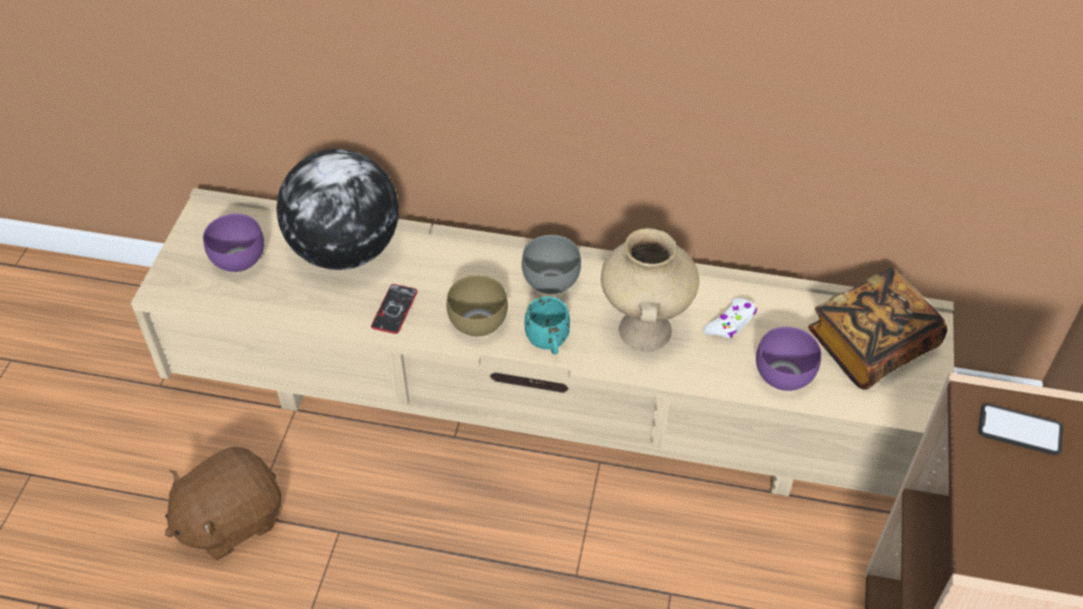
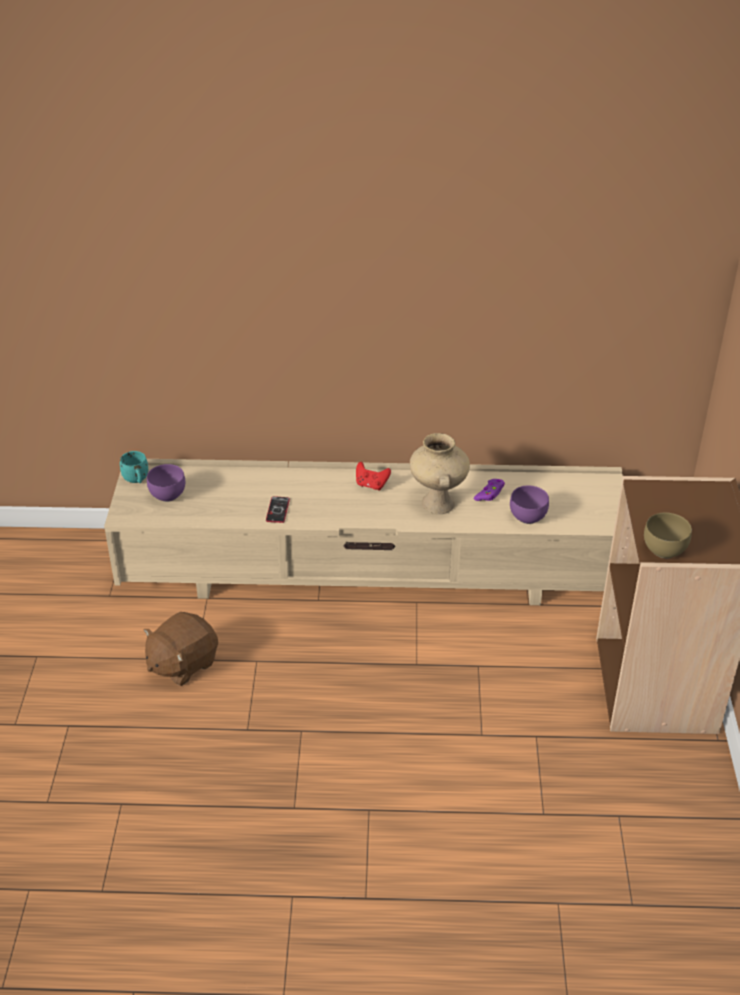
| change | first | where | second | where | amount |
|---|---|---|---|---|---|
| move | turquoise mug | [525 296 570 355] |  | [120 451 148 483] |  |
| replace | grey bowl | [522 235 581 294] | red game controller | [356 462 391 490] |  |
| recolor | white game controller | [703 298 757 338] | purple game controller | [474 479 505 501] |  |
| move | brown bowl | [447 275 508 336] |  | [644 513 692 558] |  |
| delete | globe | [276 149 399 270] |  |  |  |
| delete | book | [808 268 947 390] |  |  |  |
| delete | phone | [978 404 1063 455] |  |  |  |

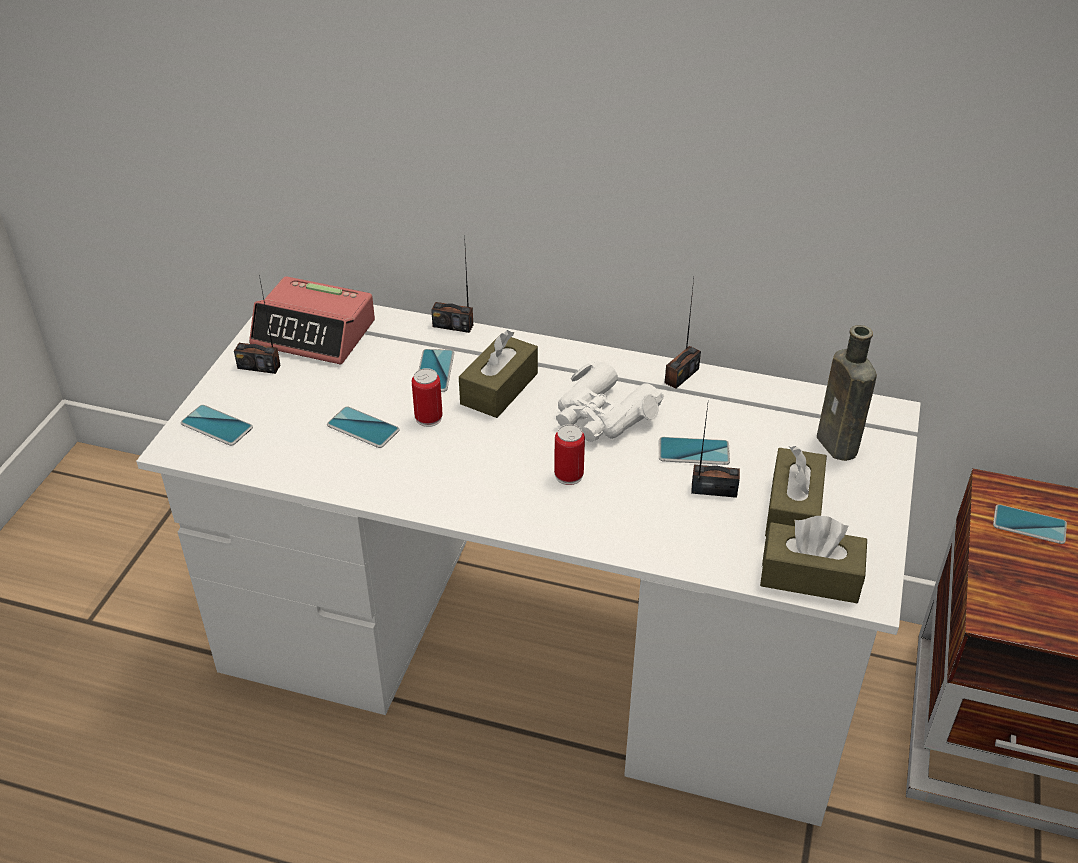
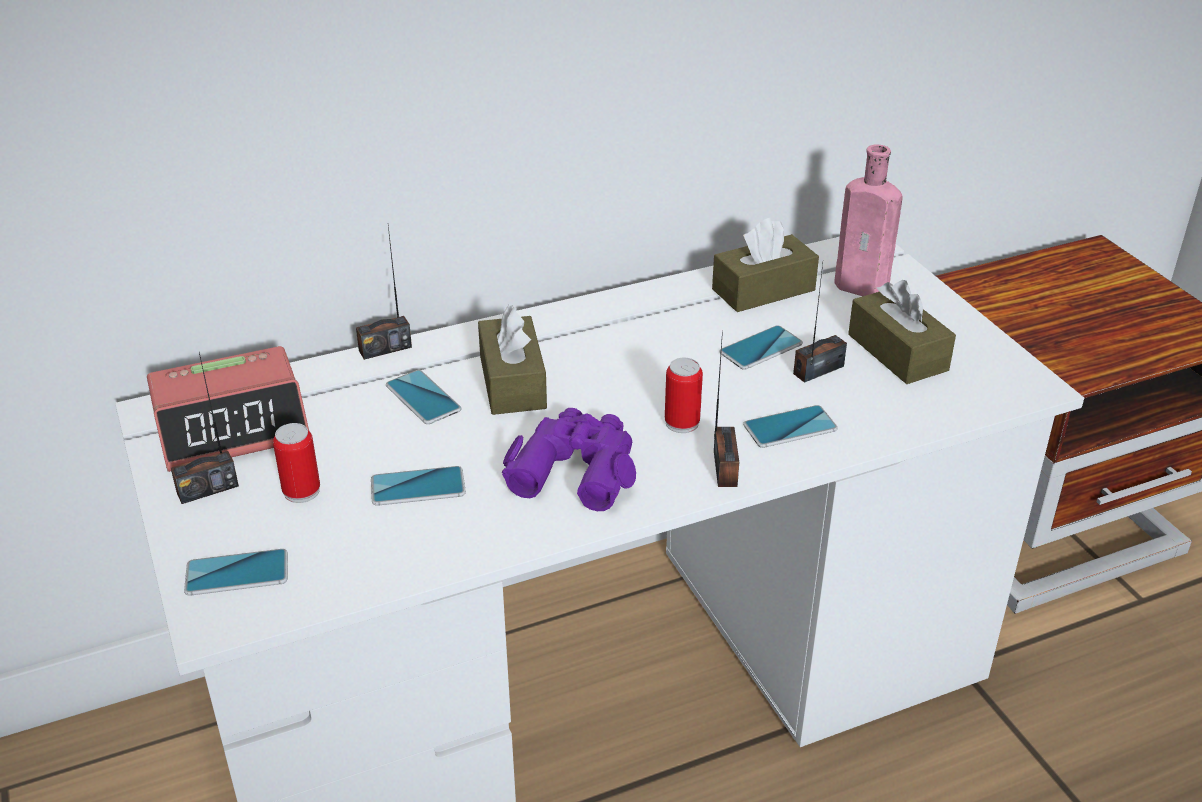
| change | first | where | second | where | amount |
|---|---|---|---|---|---|
| move | can | [412 368 443 427] |  | [273 423 320 503] |  |
| insert |  |  | purple binoculars | [502 408 636 511] |  |
| move | brown tissue box | [760 516 867 603] |  | [712 218 819 312] |  |
| move | radio | [665 279 701 389] |  | [714 331 739 487] |  |
| move | phone | [993 504 1067 544] |  | [743 405 838 448] |  |
| recolor | brown bottle | [817 325 877 466] | pink bottle | [834 144 903 296] |  |
| delete | white binoculars | [556 361 664 442] |  |  |  |

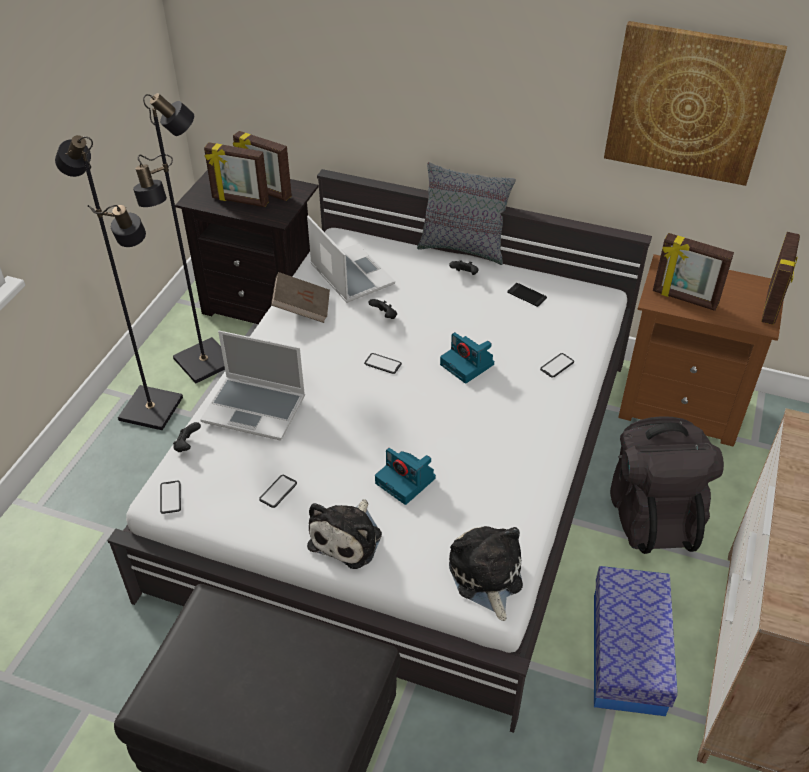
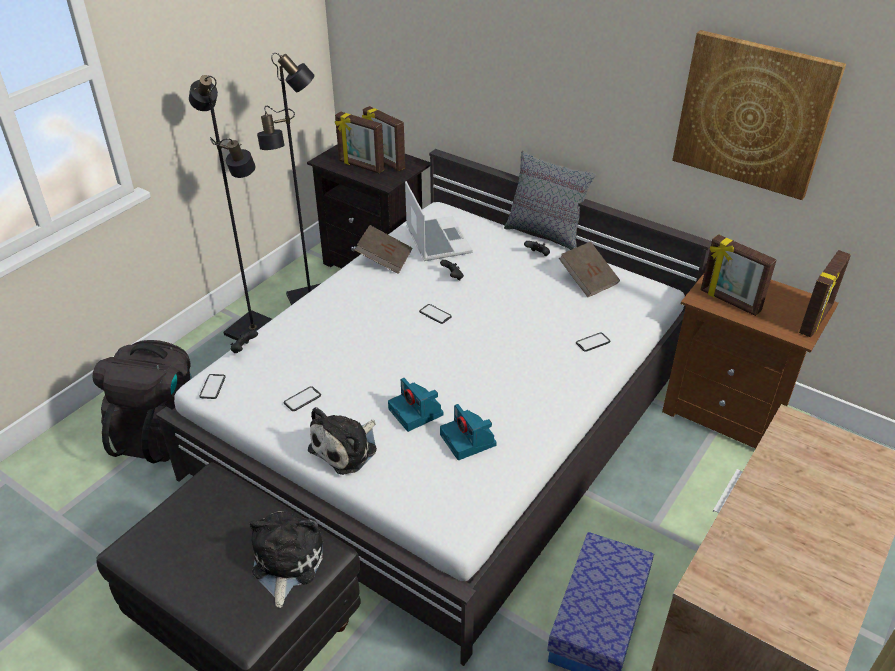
| change | first | where | second | where | amount |
|---|---|---|---|---|---|
| move | black backpack | [610 416 724 554] |  | [93 340 192 463] |  |
| move | plush toy | [449 526 523 621] |  | [249 511 323 608] |  |
| move | photo camera | [440 332 494 384] |  | [440 404 497 460] |  |
| replace | phone | [507 283 547 307] | brown book | [559 242 620 297] |  |
| delete | laptop | [200 331 305 441] |  |  |  |

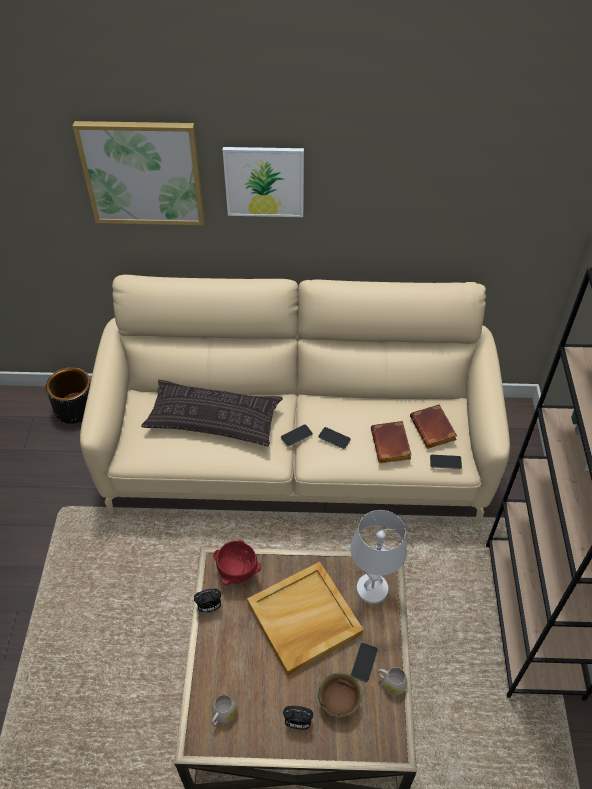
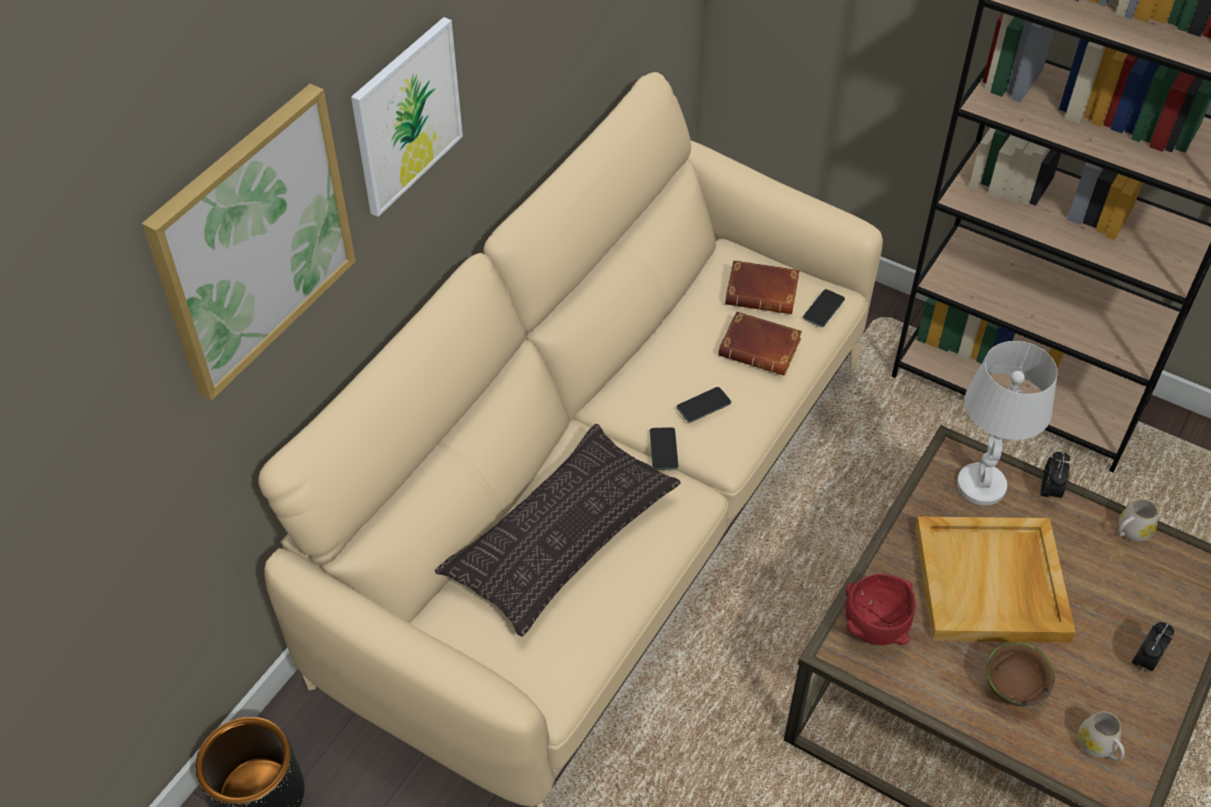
| change | first | where | second | where | amount |
|---|---|---|---|---|---|
| move | brown bowl | [318 673 362 717] |  | [986 642 1055 706] |  |
| move | alarm clock | [194 588 221 612] |  | [1041 452 1070 502] |  |
| delete | phone | [351 643 378 682] |  |  |  |

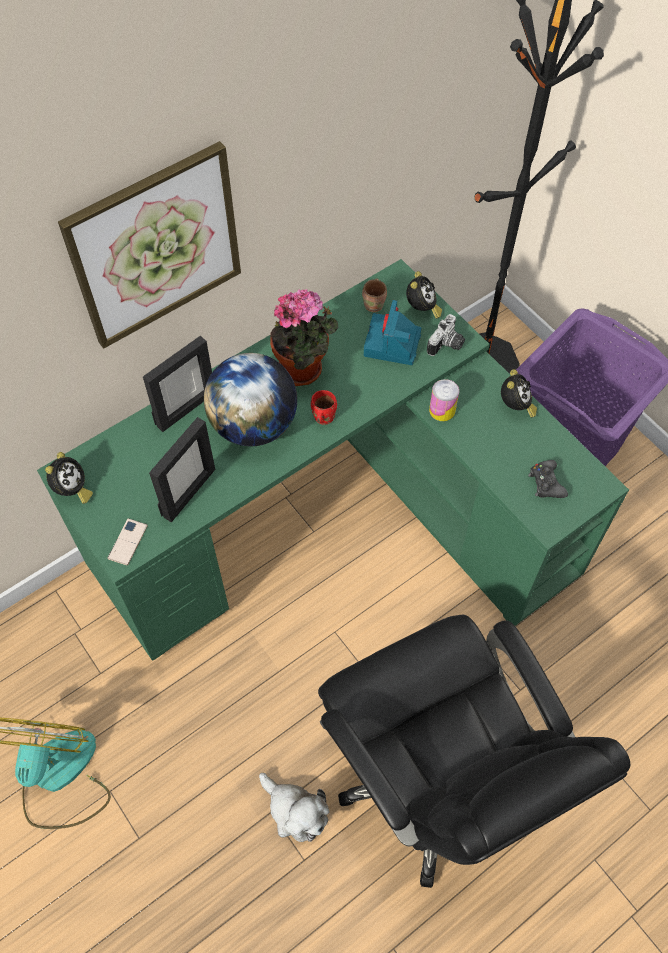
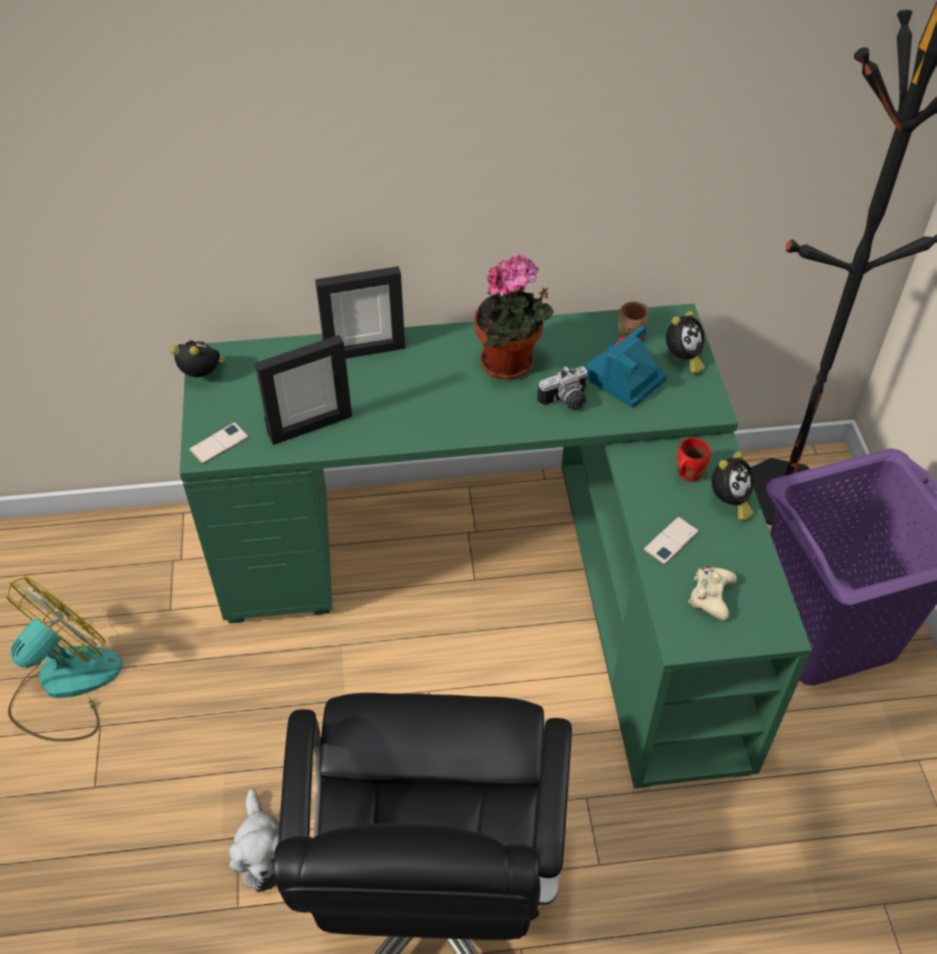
| change | first | where | second | where | amount |
|---|---|---|---|---|---|
| rotate | alarm clock | [45 452 93 504] |  | [170 340 225 377] | 120 degrees counterclockwise |
| move | photo camera | [427 314 465 356] |  | [537 366 588 411] |  |
| insert |  |  | phone | [643 517 699 565] |  |
| move | red mug | [311 390 337 425] |  | [677 437 710 482] |  |
| recolor | black game controller | [528 460 568 498] | beige game controller | [688 566 737 620] |  |
| delete | picture | [58 141 241 348] |  |  |  |
| delete | globe | [204 353 297 446] |  |  |  |
| delete | can | [429 379 459 421] |  |  |  |

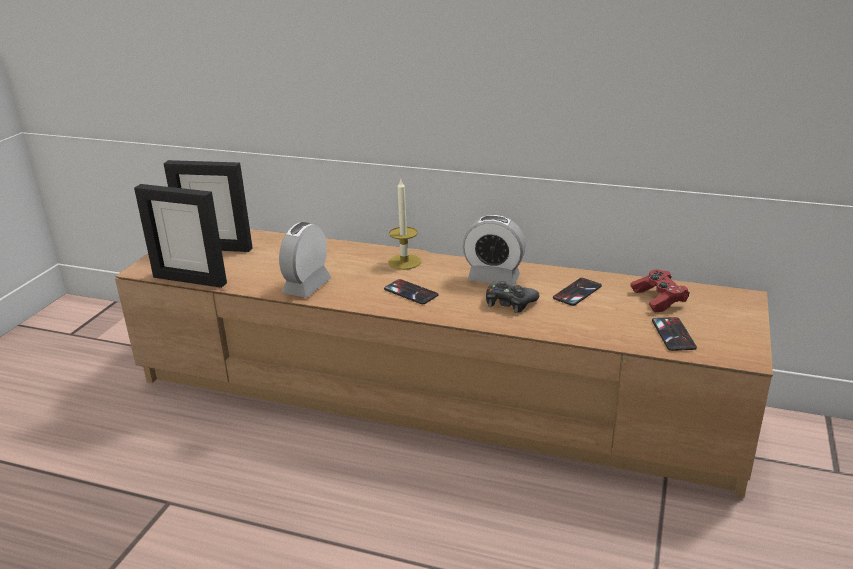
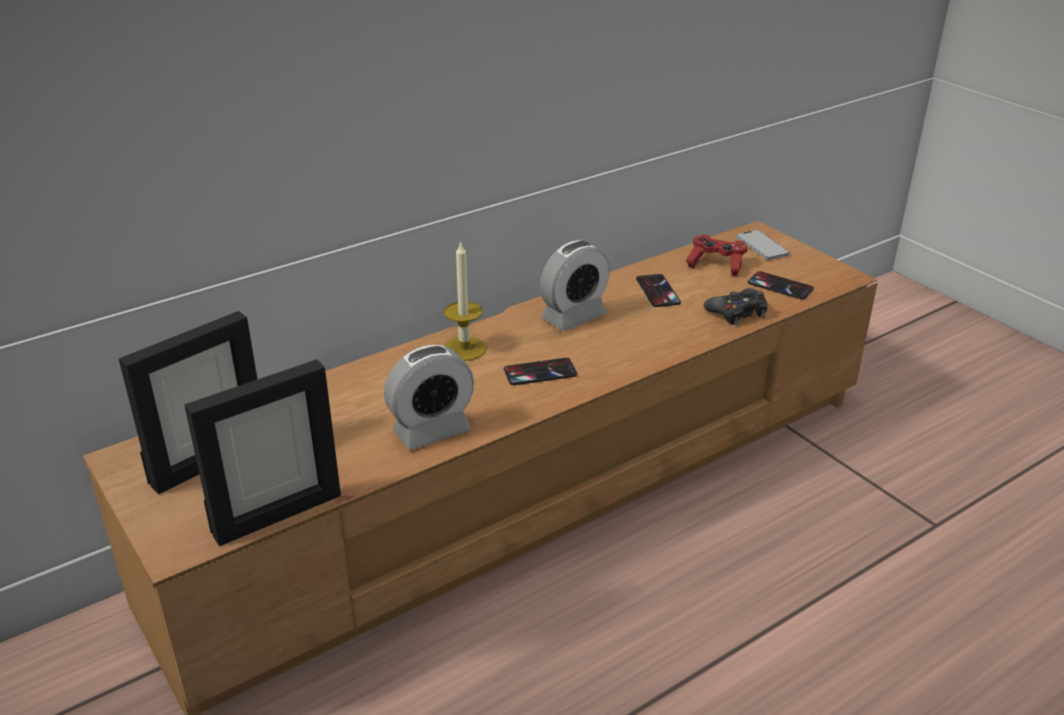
| change | first | where | second | where | amount |
|---|---|---|---|---|---|
| rotate | alarm clock | [279 222 331 298] |  | [384 345 474 450] | 90 degrees counterclockwise |
| move | black game controller | [486 281 540 313] |  | [704 288 768 325] |  |
| insert |  |  | phone | [736 230 790 260] |  |

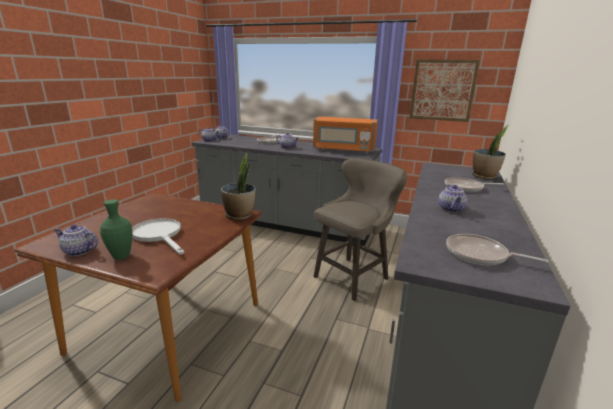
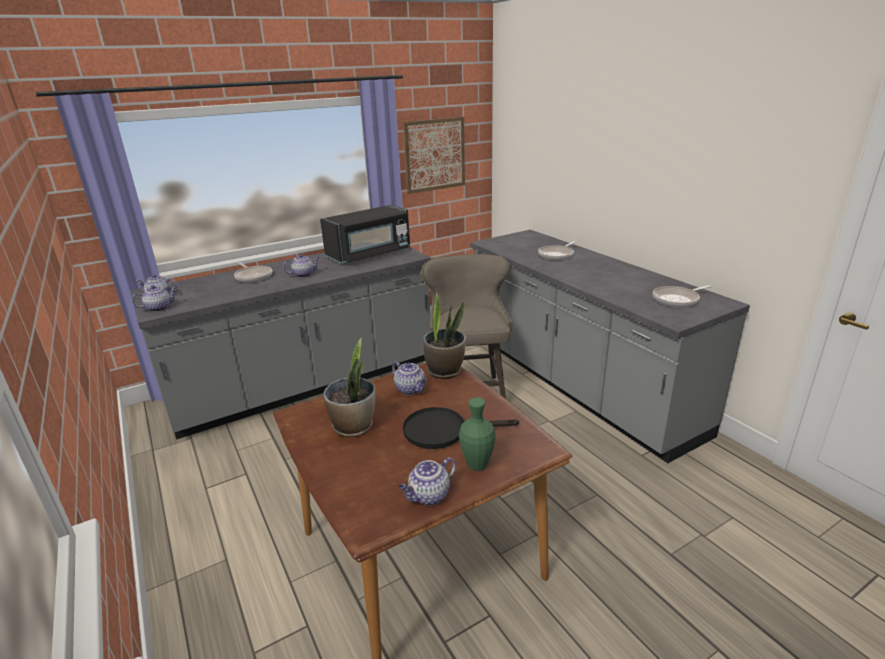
| change | first | where | second | where | amount |
|---|---|---|---|---|---|
| recolor | orange microwave | [313 117 378 153] | black microwave | [320 205 410 263] |  |
| move | potted plant | [472 125 509 179] |  | [323 338 375 437] |  |
| move | teapot | [439 185 467 212] |  | [392 361 427 395] |  |
| recolor | white frying pan | [132 218 184 255] | black frying pan | [403 407 519 449] |  |

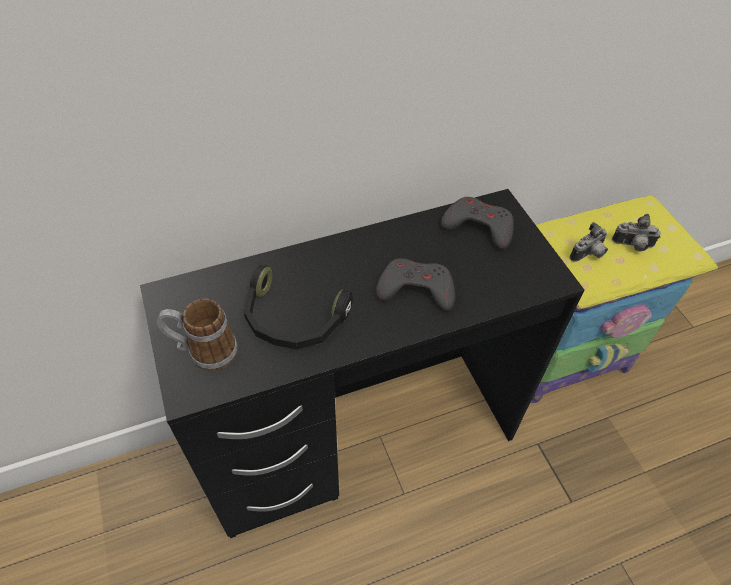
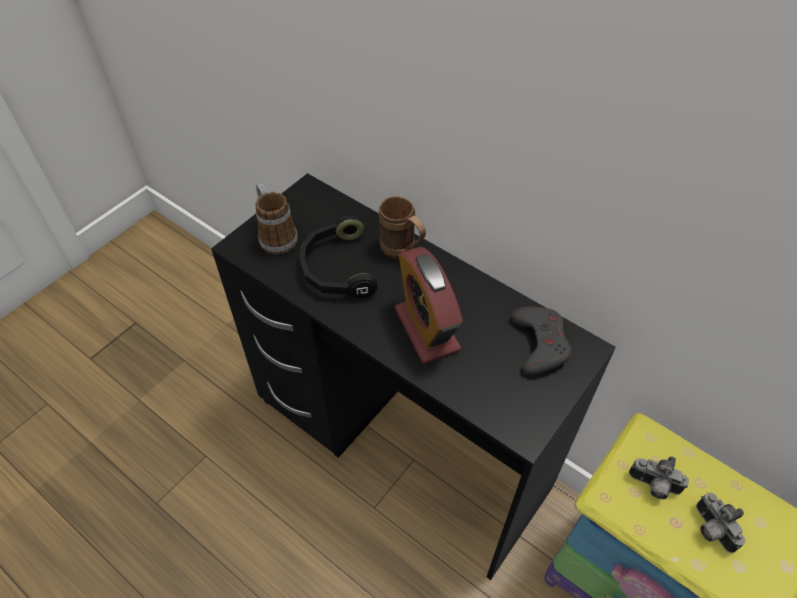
| change | first | where | second | where | amount |
|---|---|---|---|---|---|
| insert |  |  | brown mug | [379 196 426 259] |  |
| replace | grey game controller | [376 258 455 311] | alarm clock | [395 247 463 364] |  |

